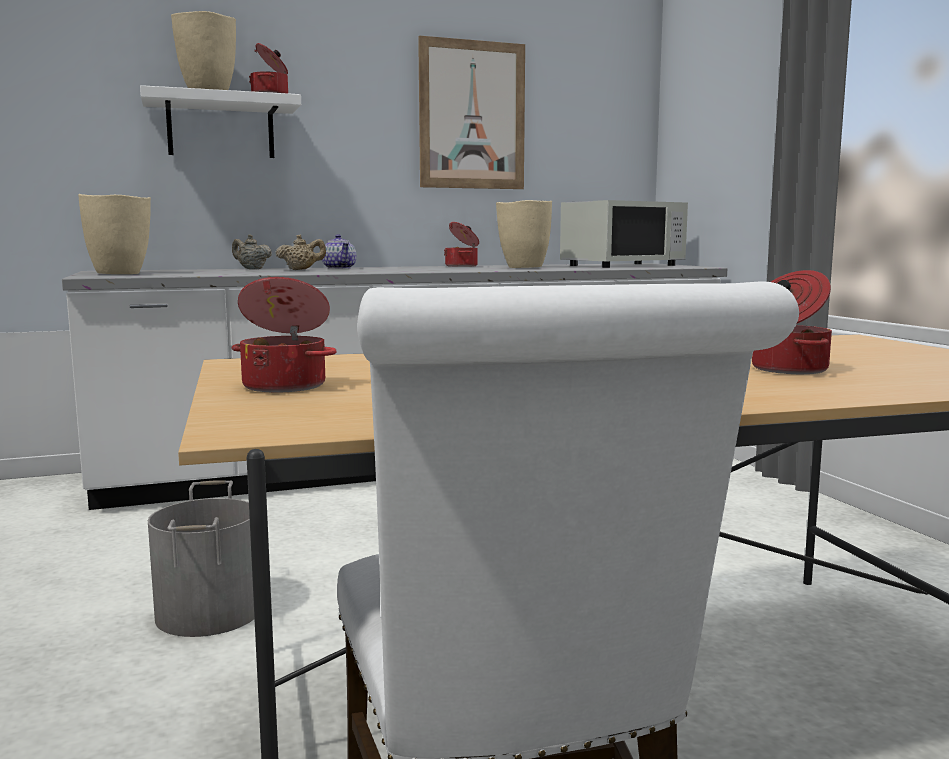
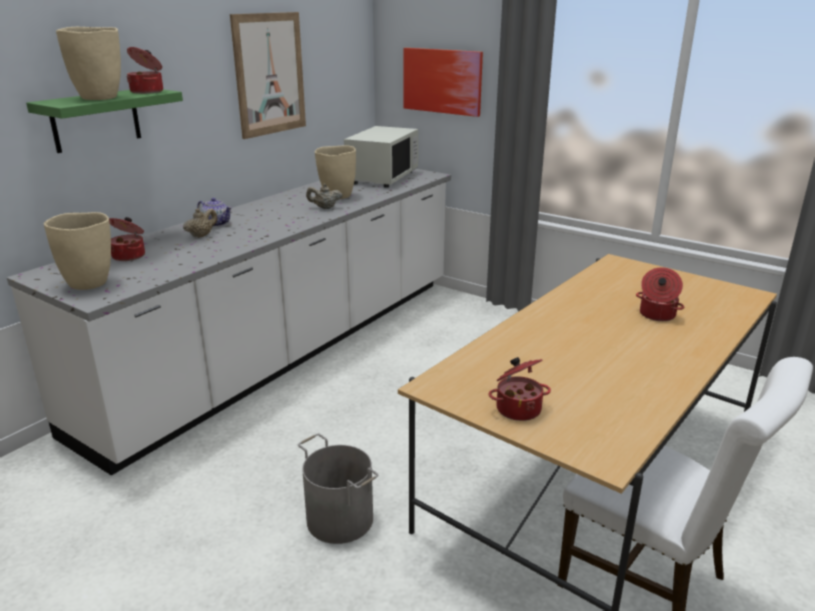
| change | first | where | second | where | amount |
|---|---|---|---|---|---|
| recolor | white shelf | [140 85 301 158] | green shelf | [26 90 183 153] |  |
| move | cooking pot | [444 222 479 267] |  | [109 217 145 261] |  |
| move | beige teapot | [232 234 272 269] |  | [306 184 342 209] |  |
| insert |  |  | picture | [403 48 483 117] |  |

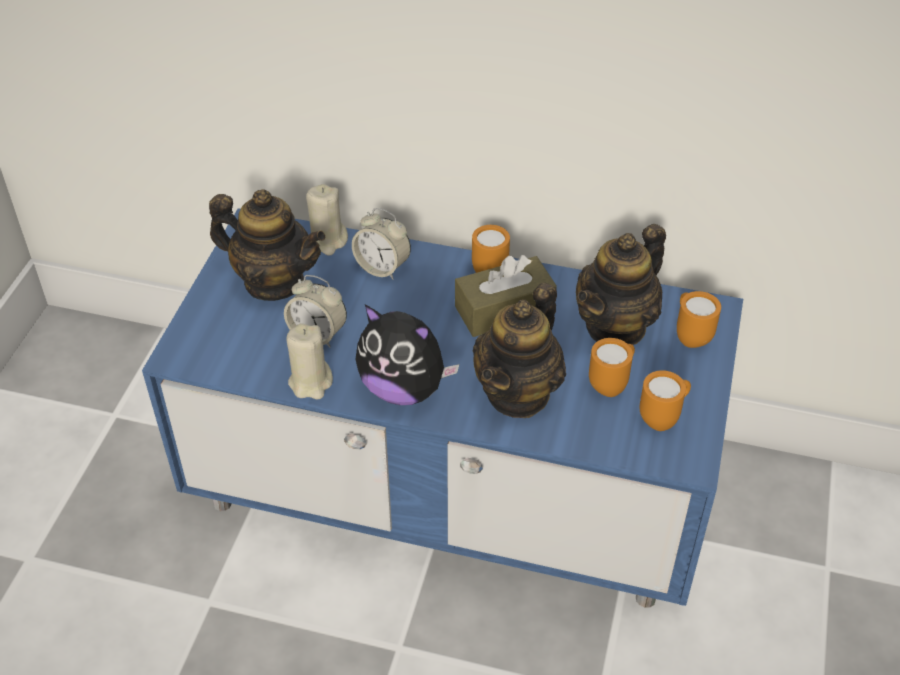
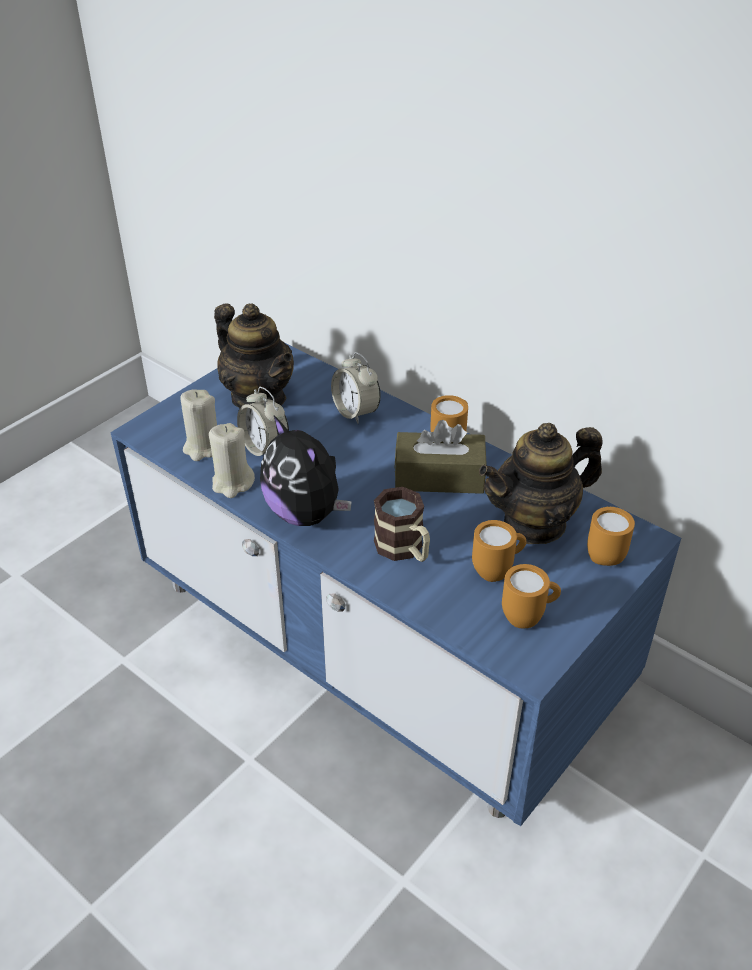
| change | first | where | second | where | amount |
|---|---|---|---|---|---|
| move | beige candle | [306 184 348 255] |  | [180 389 217 461] |  |
| replace | teapot | [473 283 566 418] | mug | [374 487 430 562] |  |

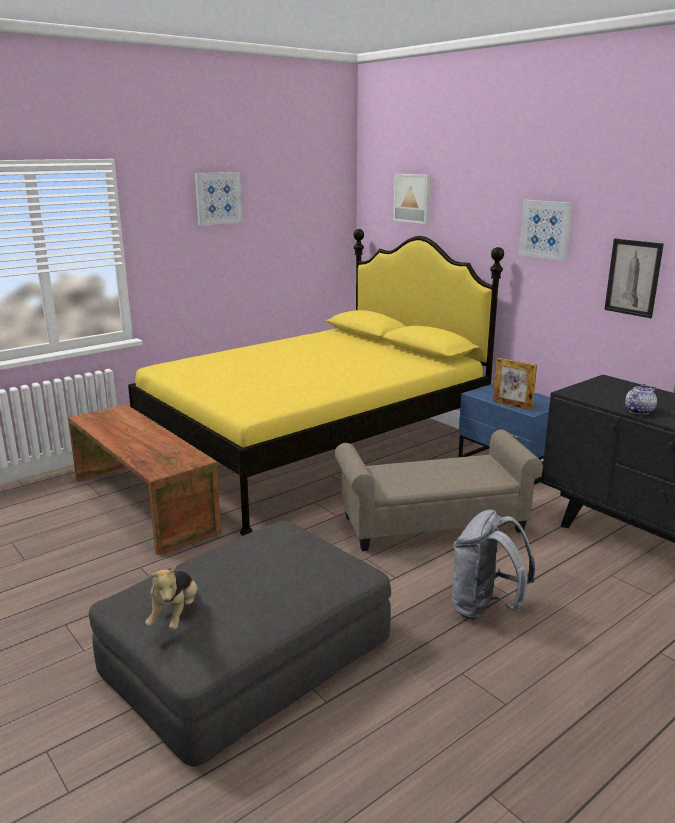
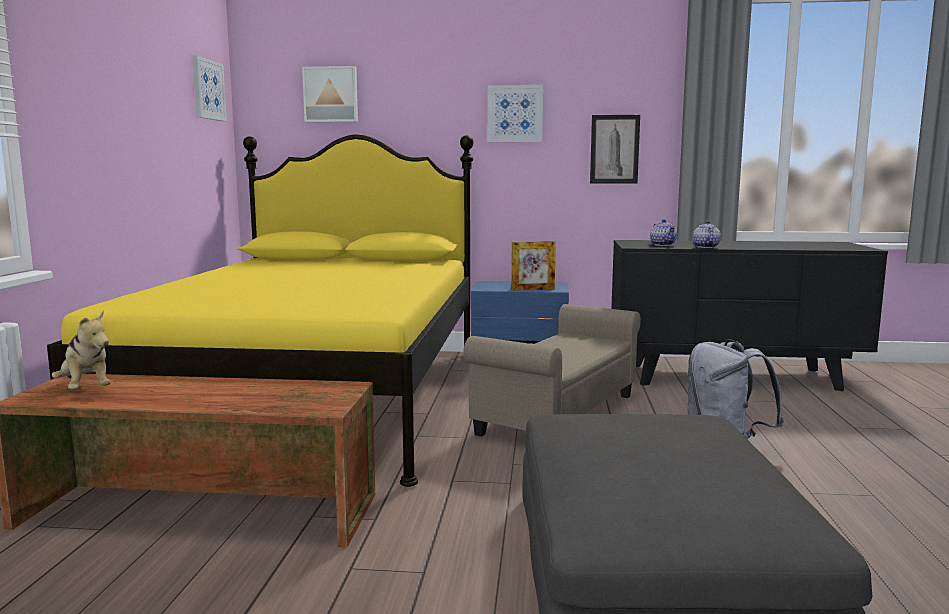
| change | first | where | second | where | amount |
|---|---|---|---|---|---|
| move | plush toy | [145 565 197 630] |  | [52 310 111 389] |  |
| move | picture | [195 172 242 226] |  | [192 55 227 121] |  |
| insert |  |  | teapot | [650 219 677 246] |  |

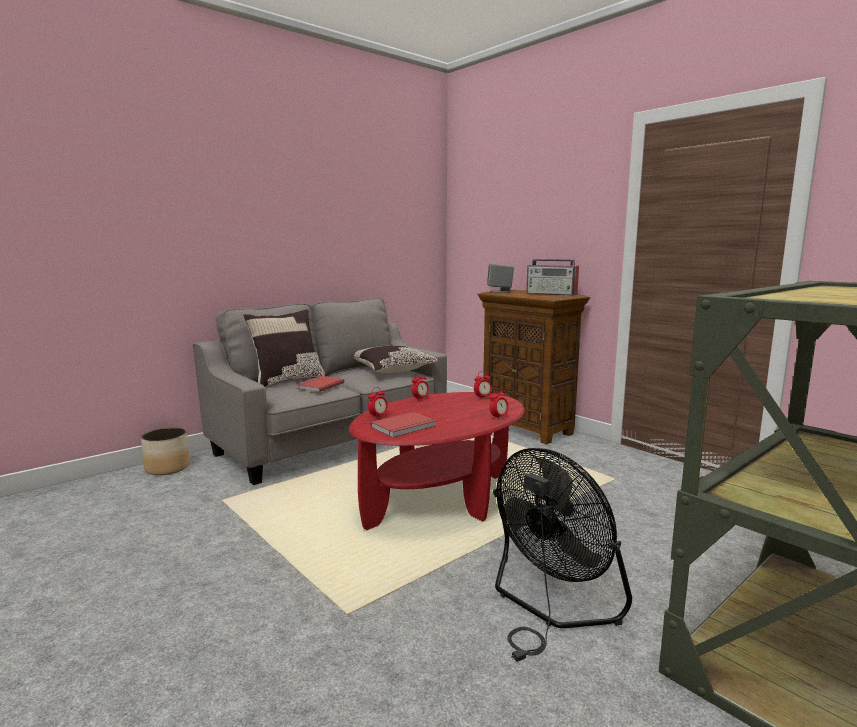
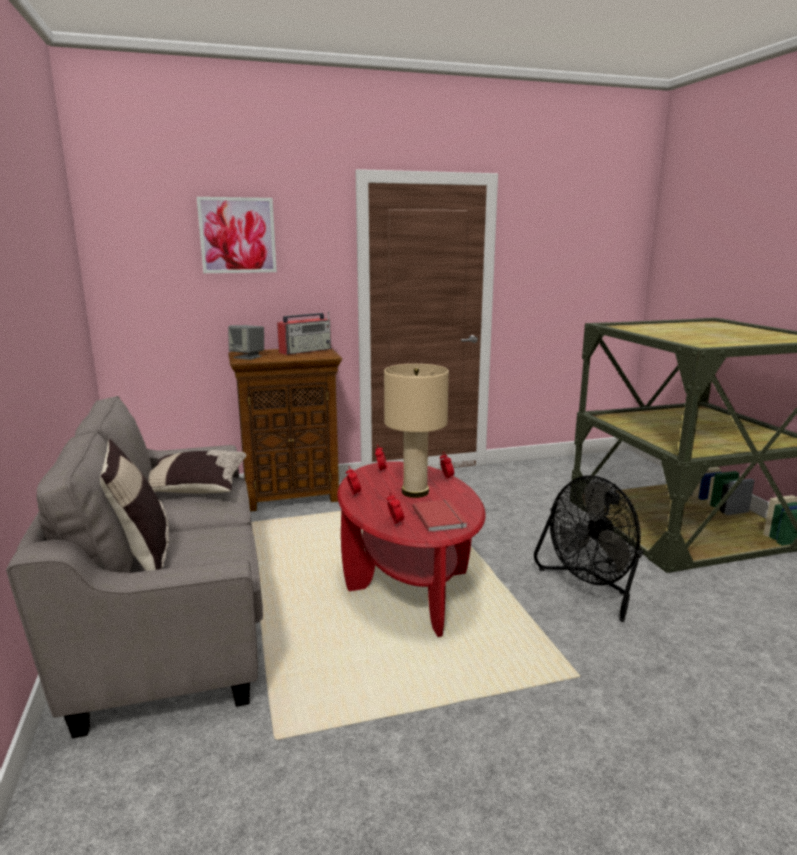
| change | first | where | second | where | amount |
|---|---|---|---|---|---|
| insert |  |  | picture | [197 197 277 273] |  |
| insert |  |  | beige table lamp | [384 364 449 498] |  |
| rotate | black fan | [493 448 632 662] |  | [534 475 644 622] | 105 degrees counterclockwise |
| delete | planter | [141 428 190 475] |  |  |  |
| delete | red book | [296 376 344 392] |  |  |  |

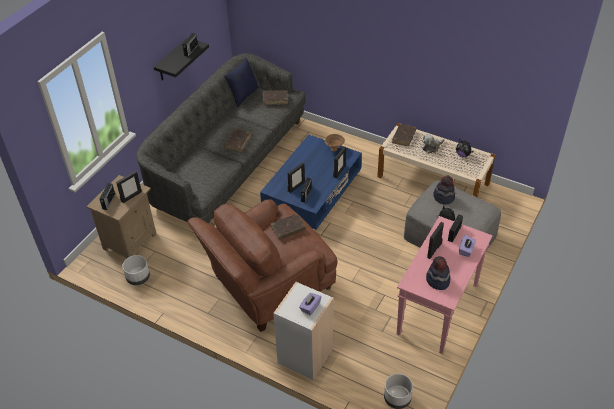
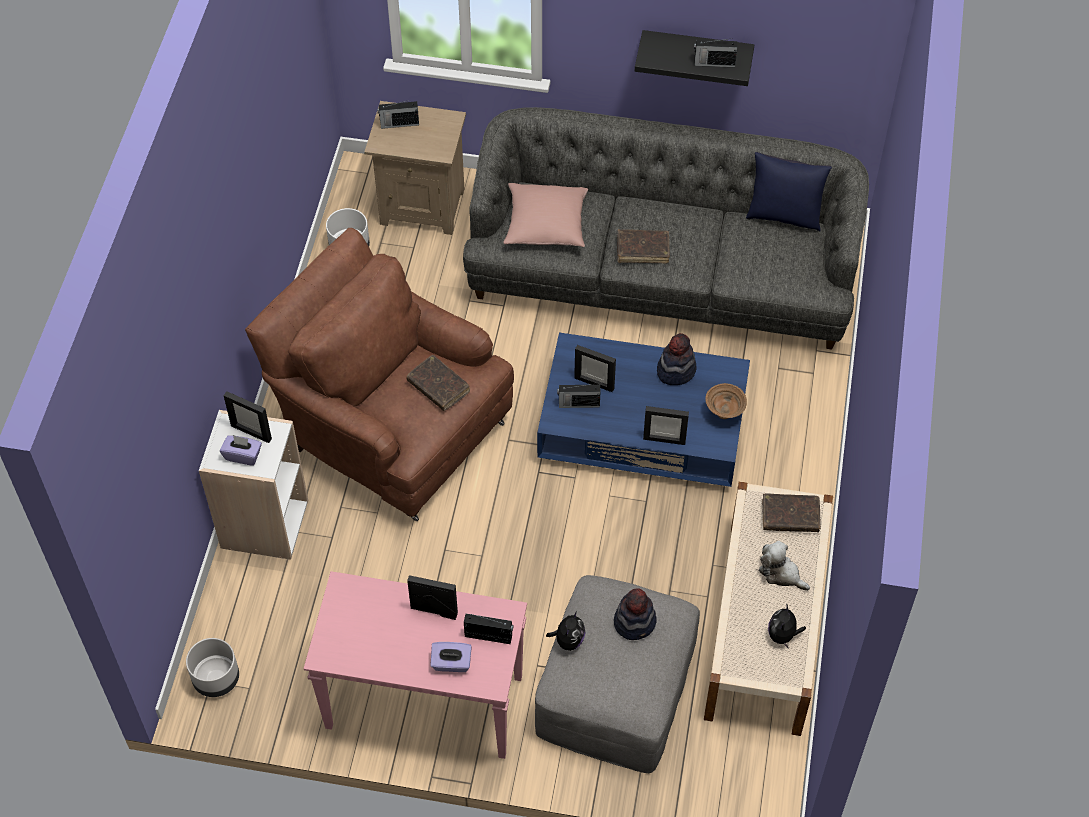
| change | first | where | second | where | amount |
|---|---|---|---|---|---|
| move | picture frame | [116 171 142 203] |  | [223 391 272 443] |  |
| insert |  |  | pink pillow | [503 183 588 247] |  |
| move | hat | [426 256 450 290] |  | [657 333 696 385] |  |
| delete | brown book | [263 90 288 105] |  |  |  |

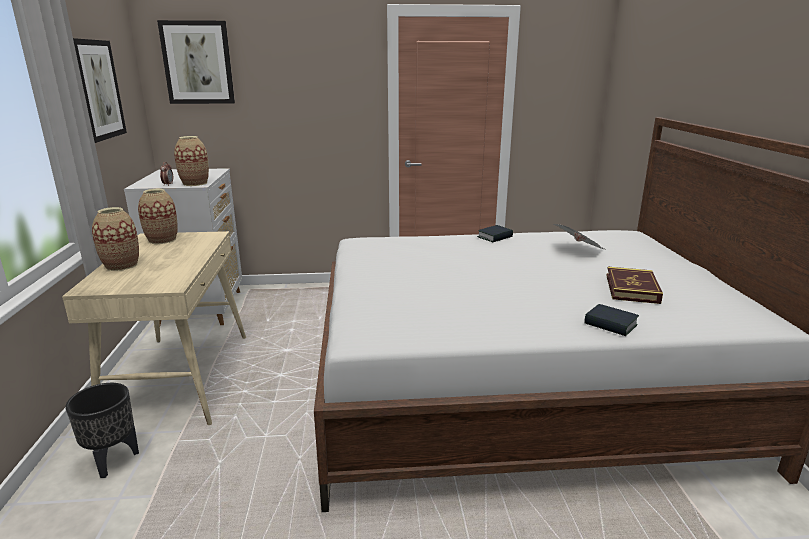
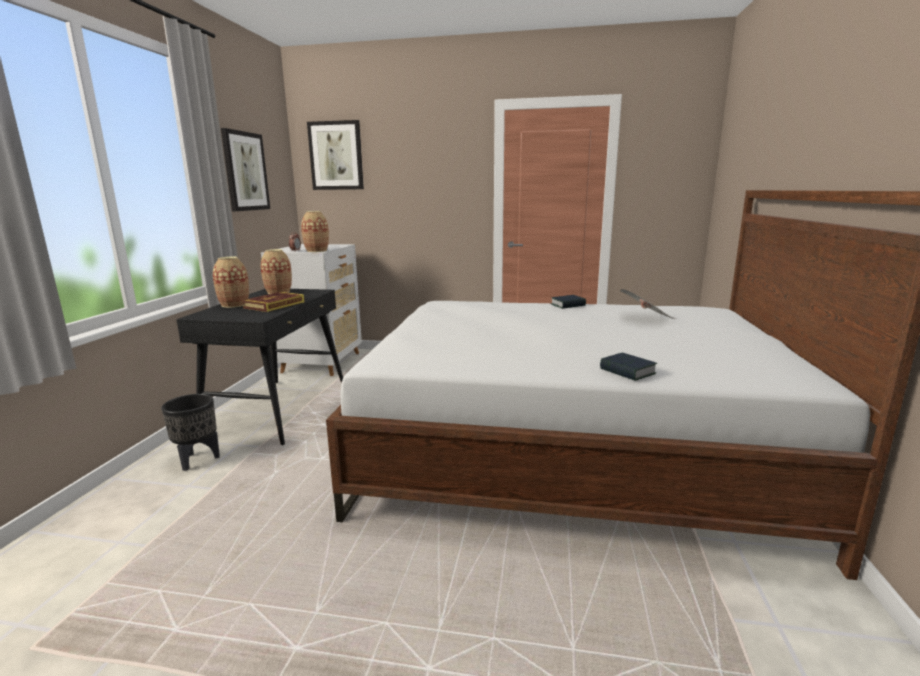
| change | first | where | second | where | amount |
|---|---|---|---|---|---|
| recolor | beige desk | [62 231 246 425] | black desk | [176 289 343 445] |  |
| move | book | [606 267 663 304] |  | [242 292 305 312] |  |

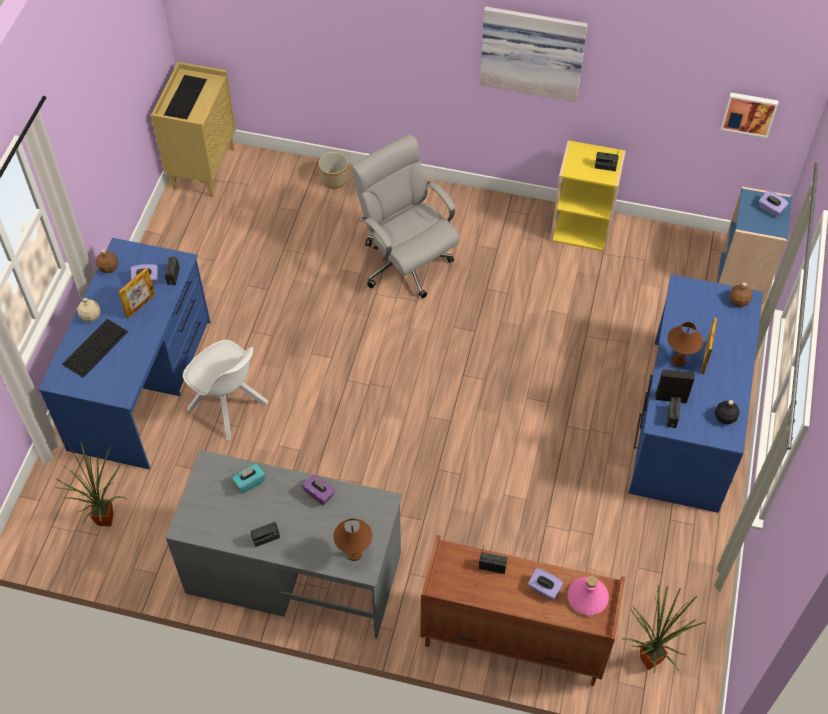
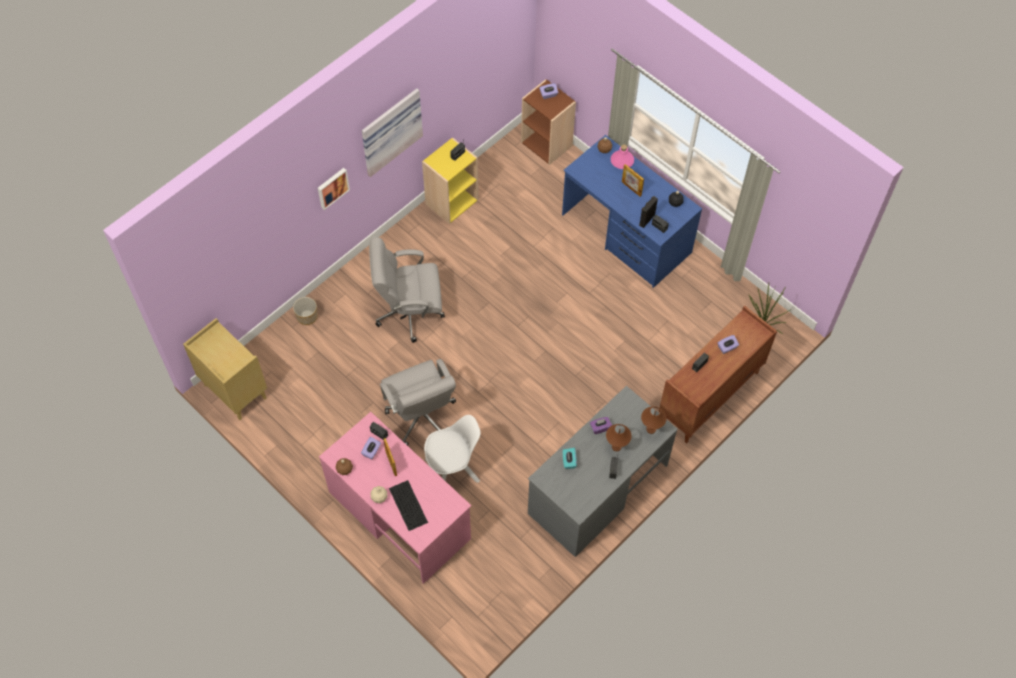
| change | first | where | second | where | amount |
|---|---|---|---|---|---|
| move | picture | [721 93 779 138] |  | [318 168 350 210] |  |
| recolor | blue desk | [38 238 210 469] | pink desk | [319 412 471 584] |  |
| insert |  |  | grey office chair | [380 359 456 446] |  |
| recolor | blue bookcase | [717 187 792 305] | brown bookcase | [521 79 576 165] |  |
| move | brown table lamp | [668 322 703 367] |  | [606 424 632 451] |  |
| move | pink bottle | [567 576 609 615] |  | [611 144 634 169] |  |
| delete | potted plant | [55 442 127 526] |  |  |  |
| delete | keyboard | [164 75 207 119] |  |  |  |

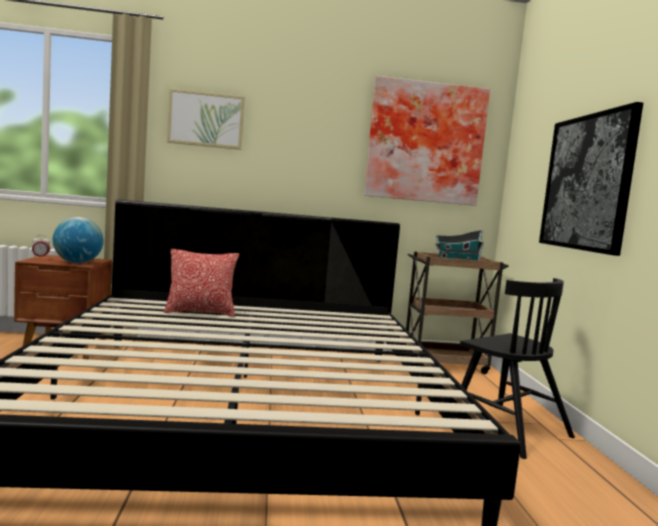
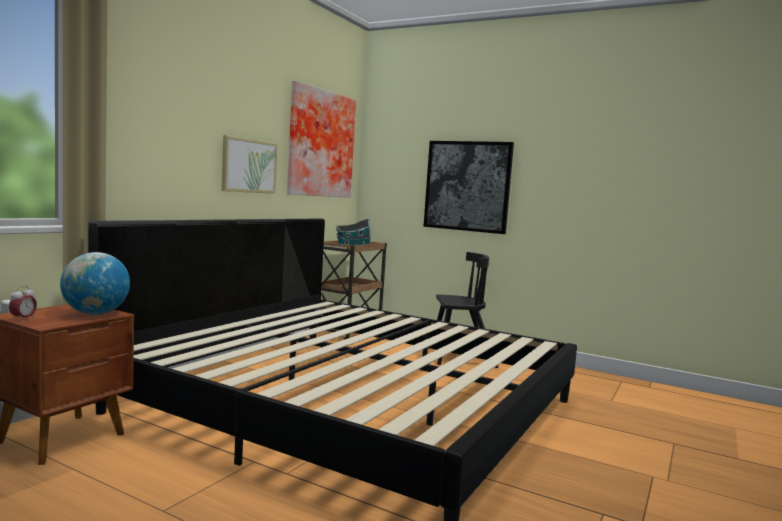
| change | first | where | second | where | amount |
|---|---|---|---|---|---|
| move | picture | [167 88 245 150] |  | [221 135 278 194] |  |
| delete | pillow | [164 249 239 317] |  |  |  |

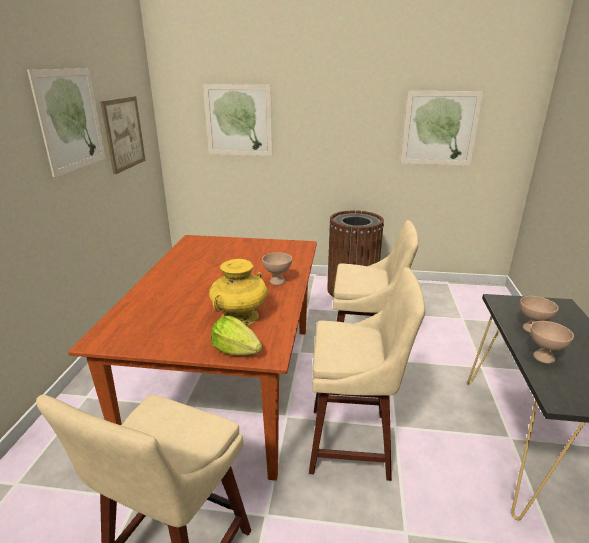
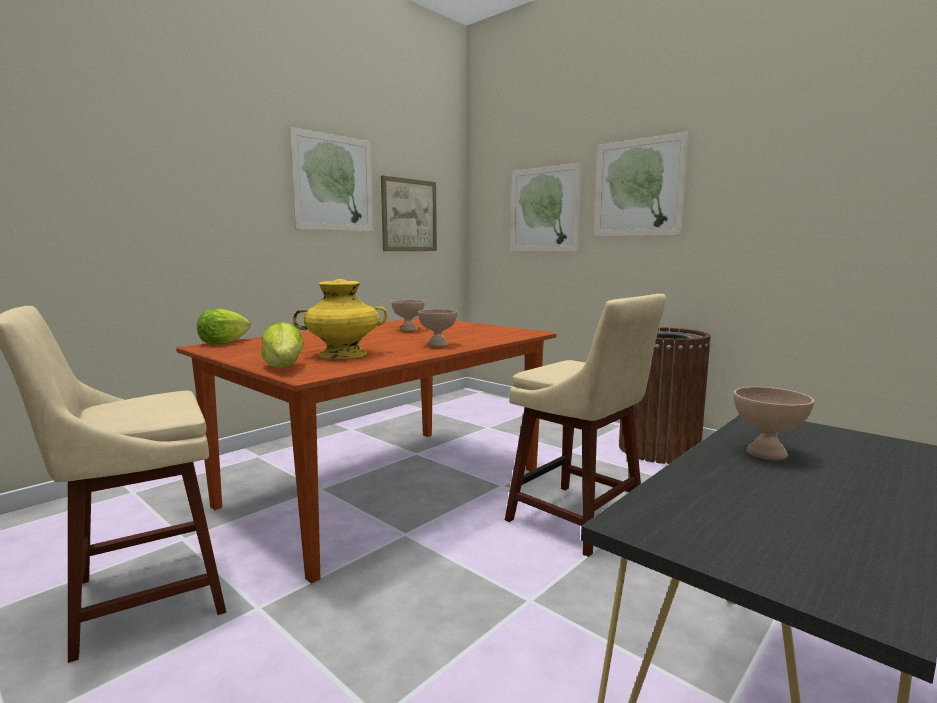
| change | first | where | second | where | amount |
|---|---|---|---|---|---|
| insert |  |  | lettuce | [197 308 251 345] |  |
| move | beige bowl | [530 321 574 364] |  | [391 300 425 331] |  |
| move | picture | [401 91 484 166] |  | [594 132 689 237] |  |
| delete | beige chair | [309 267 425 481] |  |  |  |

